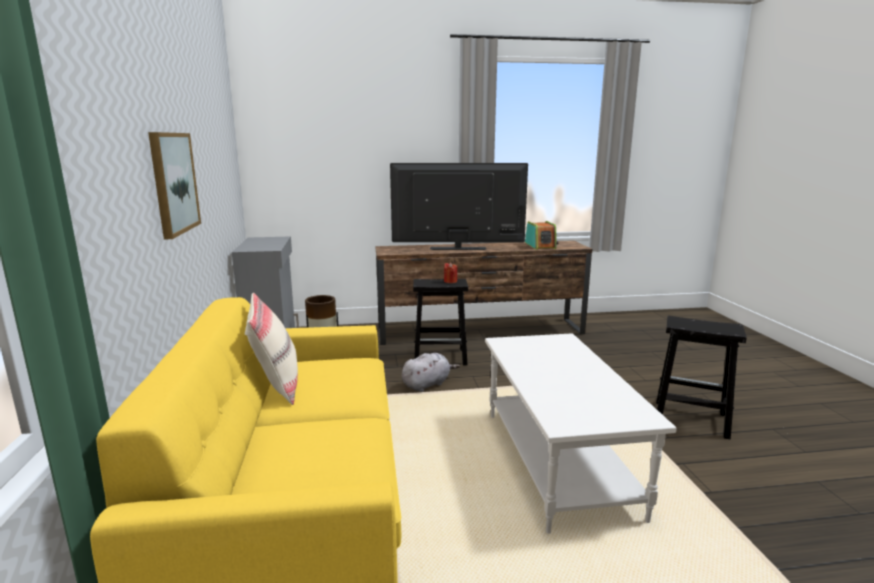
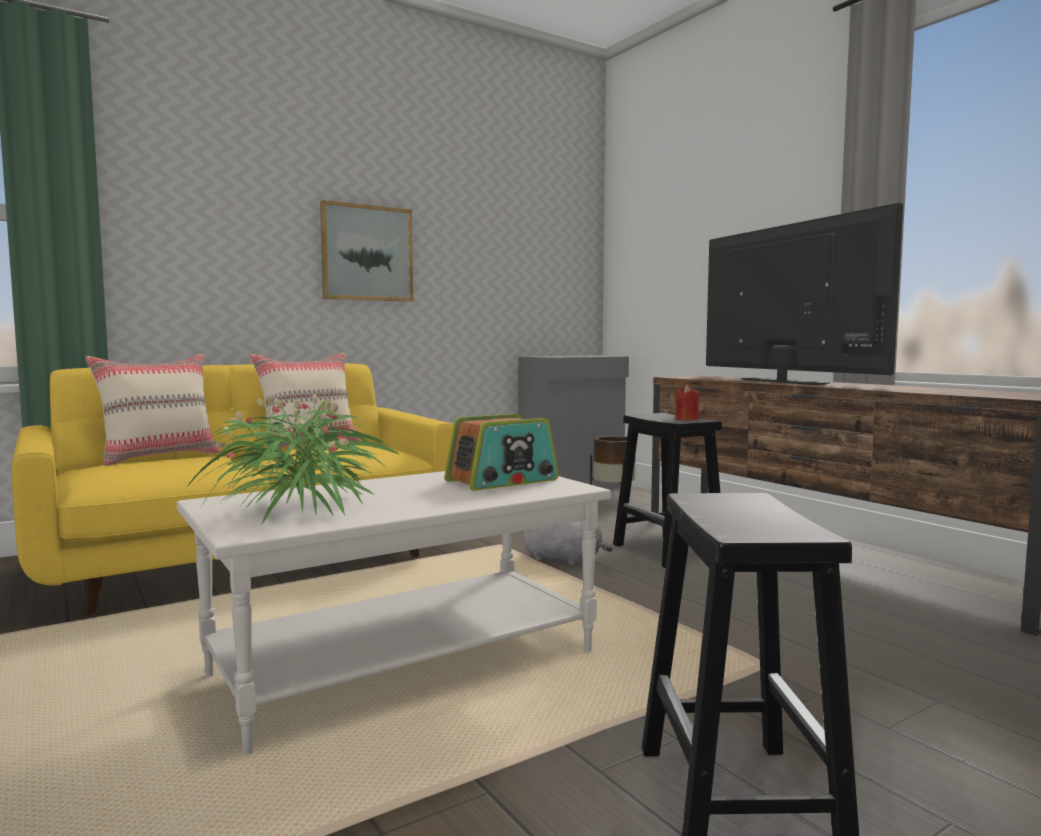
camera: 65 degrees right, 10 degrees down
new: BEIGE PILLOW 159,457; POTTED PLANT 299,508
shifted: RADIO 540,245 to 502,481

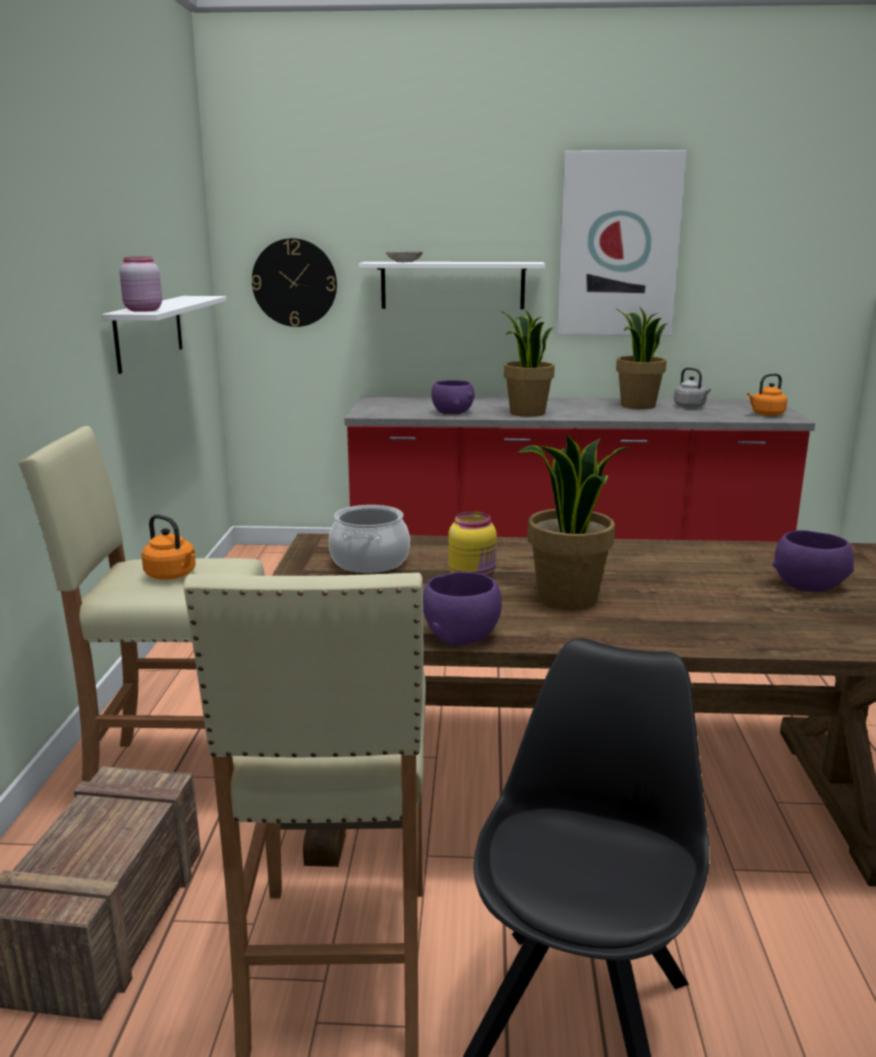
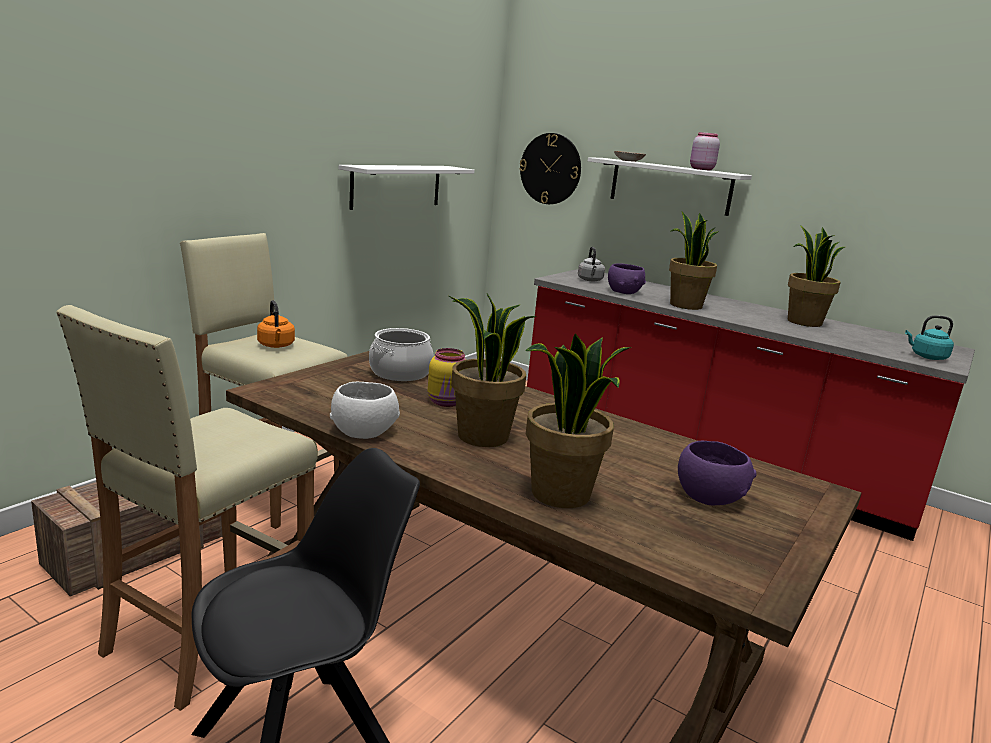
camera: 30 degrees right, 0 degrees up
gone: PICTURE 618,245
new: POTTED PLANT 561,494
shifted: GREY KETTLE 691,407 to 590,280; PINK JAR 142,310 to 700,169
repainted: PURPLE BOWL 460,634 to WHITE BOWL 363,431; ORANGE KETTLE 766,414 to TURQUOISE KETTLE 926,357

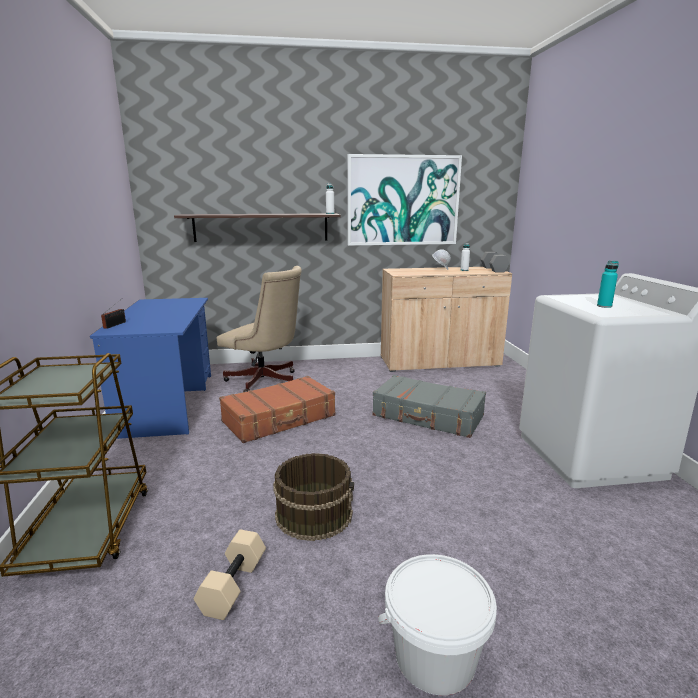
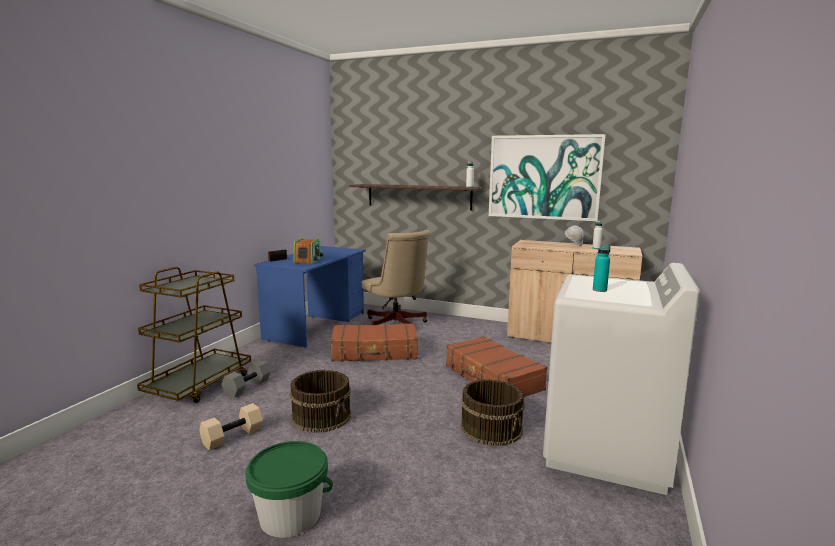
camera: 30 degrees right, 5 degrees down
new: RADIO 308,260; BROWN BUCKET 491,428
shifted: GREY DUMBBELL 493,269 to 247,386
repainted: WHITE BUCKET 434,655 to GREEN BUCKET 290,515; GREY SUITCASE 428,416 to BROWN SUITCASE 492,378

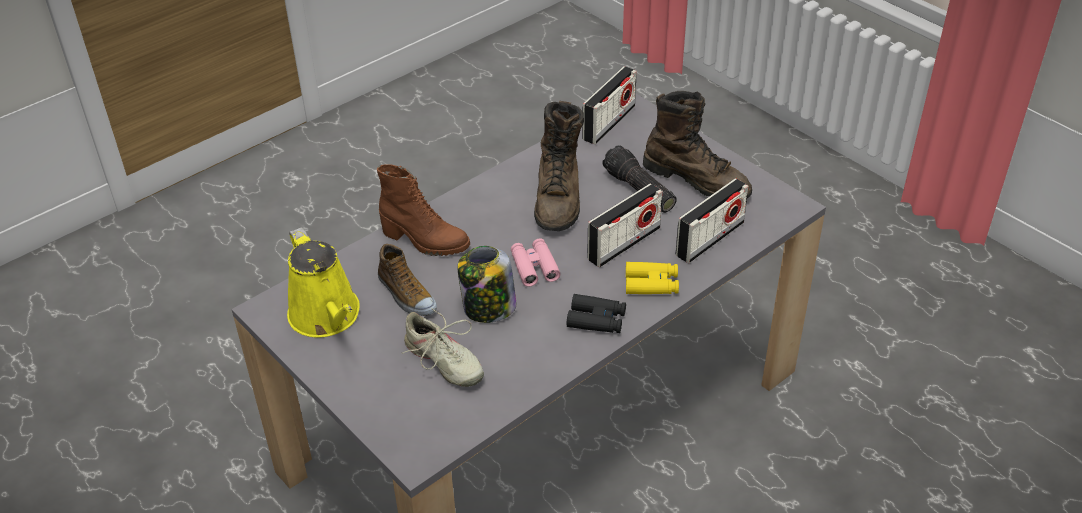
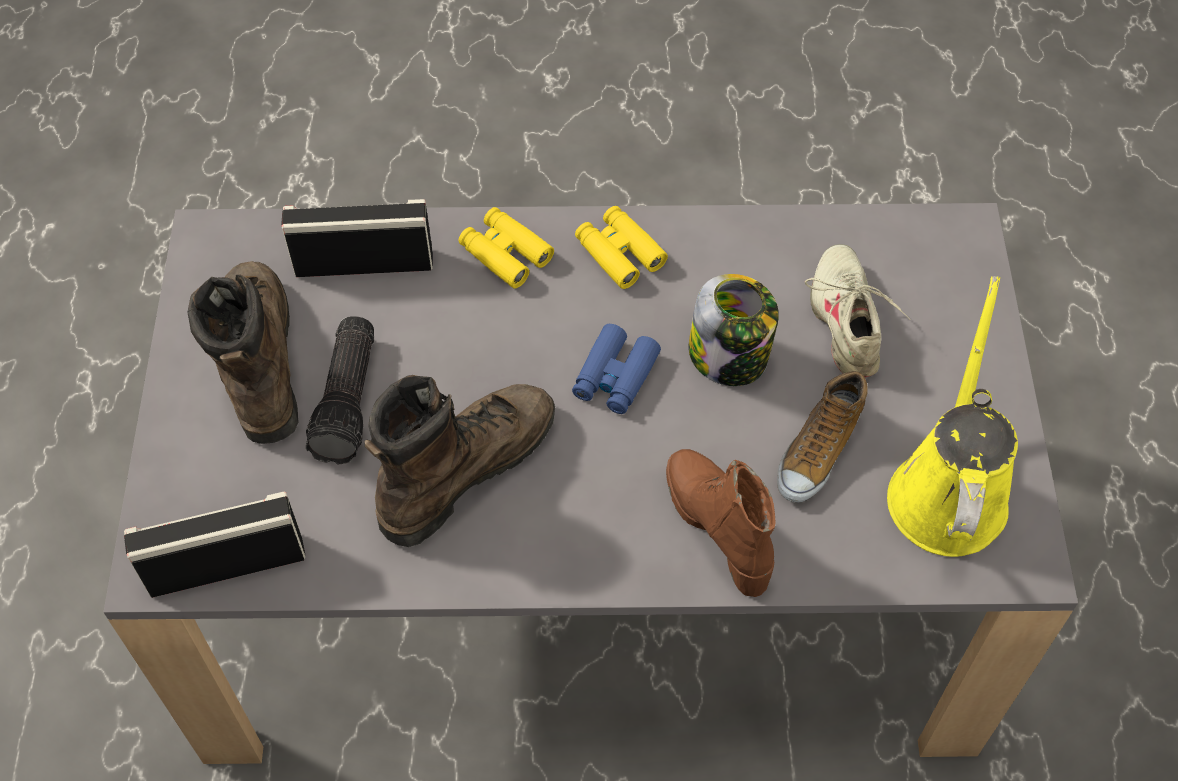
camera: 140 degrees left, 15 degrees up
gone: RADIO 624,243
repainted: PINK BINOCULARS 534,267 to BLUE BINOCULARS 615,376; BLACK BINOCULARS 596,320 to YELLOW BINOCULARS 619,253
rotated: SHOE 406,295 = 817,450 150 degrees counterclockwise

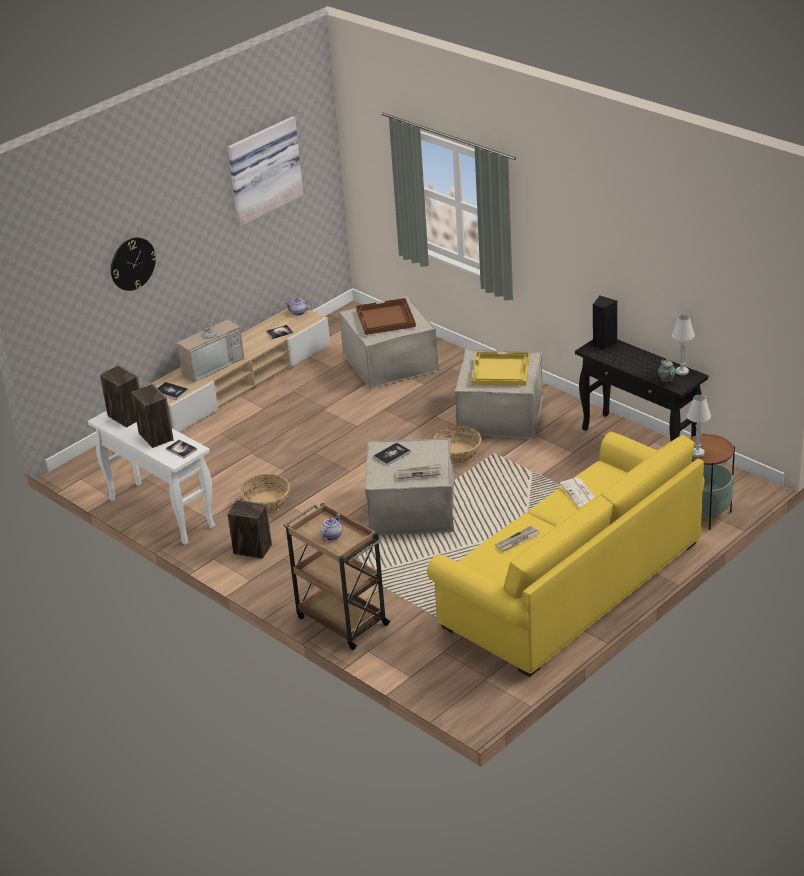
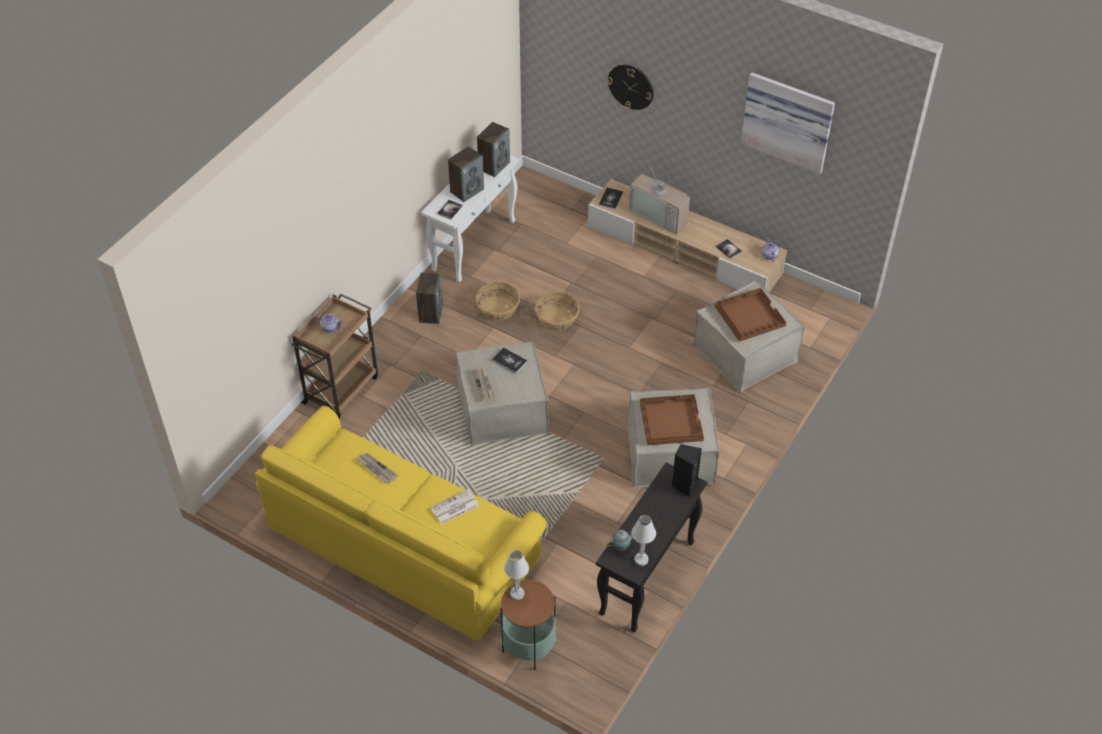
camera: 75 degrees right, 15 degrees up
shifted: BASKET 457,453 to 557,318
repainted: YELLOW TRAY 500,371 to BROWN TRAY 670,420

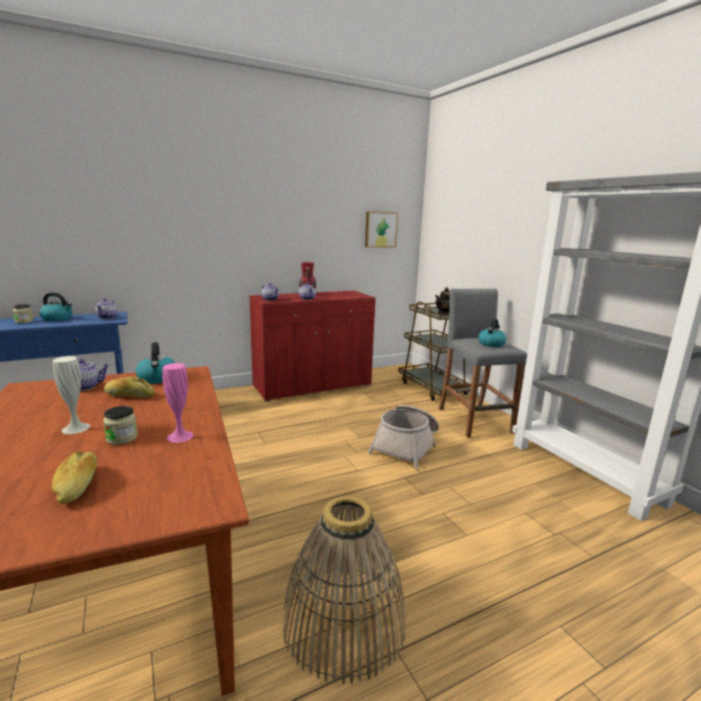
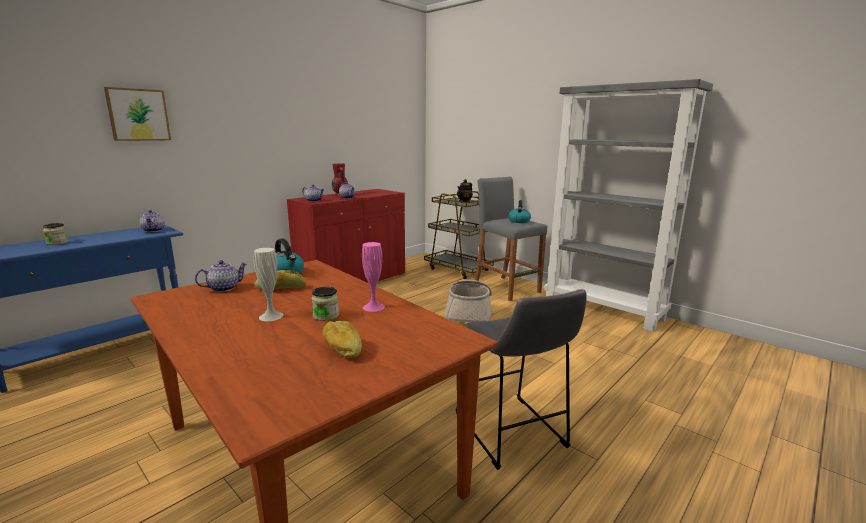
camera: 20 degrees left, 0 degrees up
gone: KETTLE 58,318
shifted: PICTURE 380,229 to 138,115
swapped: BASKET 343,621 to GREY STOOL 512,434

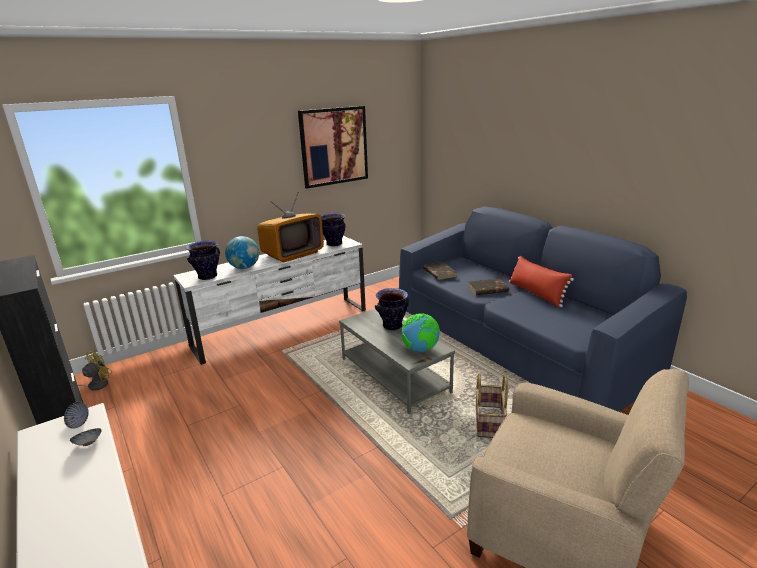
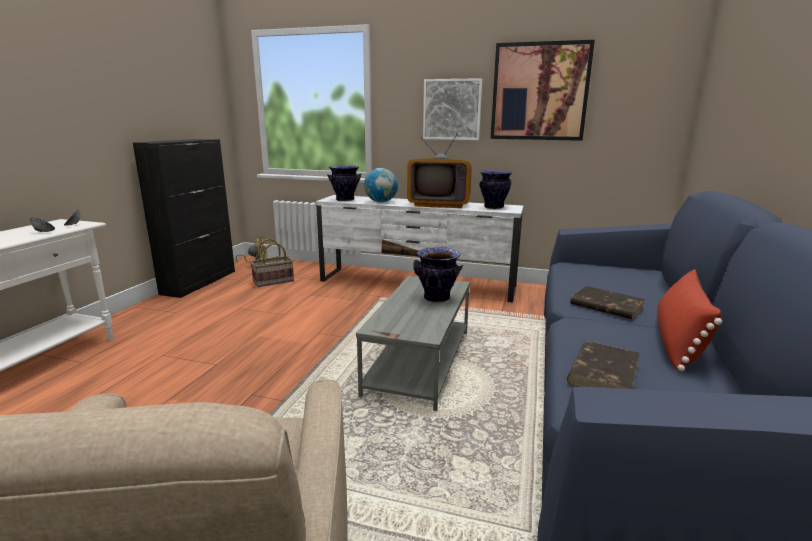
camera: 50 degrees right, 5 degrees down
gone: GLOBE 421,350
new: PICTURE 452,109
shifted: BASKET 490,422 to 273,281; BROWN BOOK 439,273 to 603,373

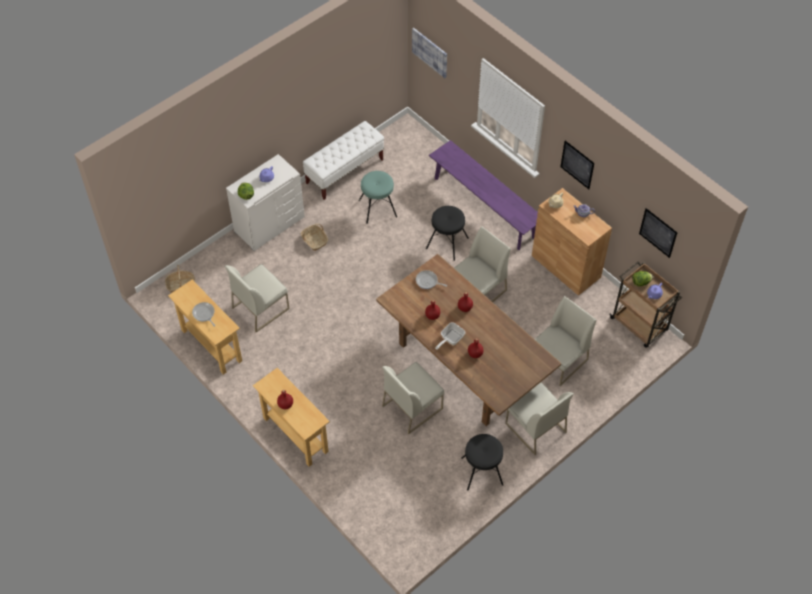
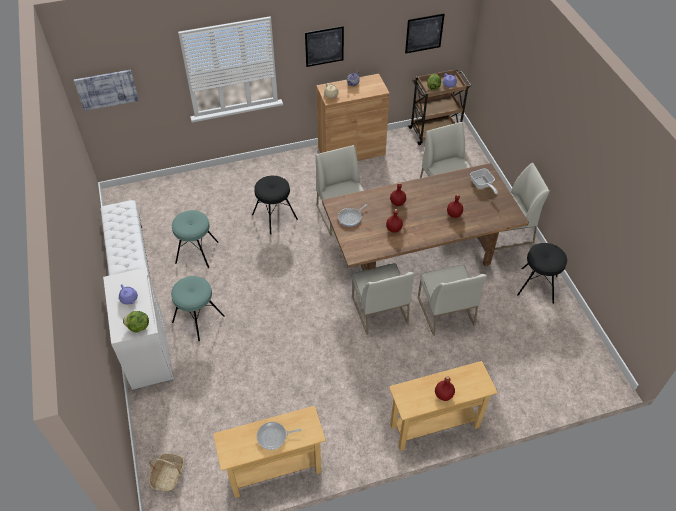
camera: 65 degrees left, 5 degrees down
gone: PURPLE BENCH 484,207
shifted: WHITE CHAIR 260,307 to 379,310; FRYING PAN 450,339 to 482,185
swapped: BASKET 314,240 to TURQUOISE STOOL 198,319

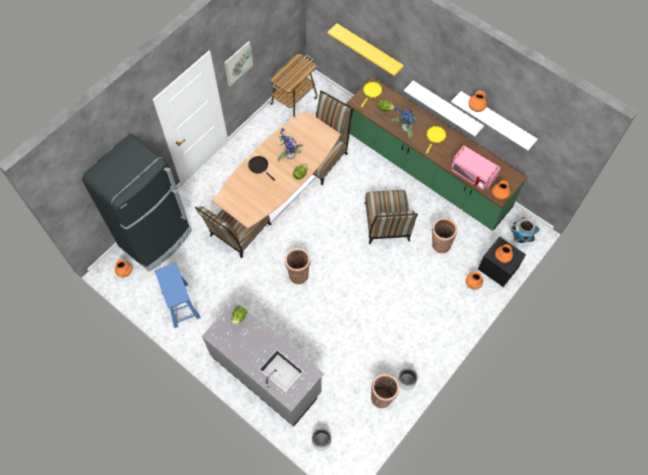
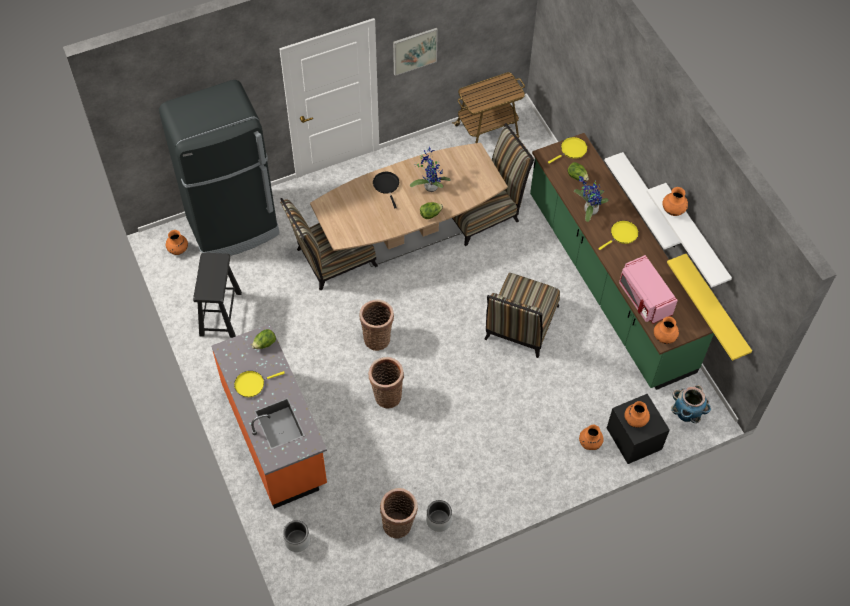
camera: 25 degrees right, 5 degrees down
new: YELLOW FRYING PAN 252,384
shifted: BASKET 440,244 to 386,395; YELLOW SHELF 369,49 to 716,307
repainted: BLUE STOOL 181,305 to BLACK STOOL 220,313; GREY COUNTER 266,374 to ORANGE COUNTER 275,435

